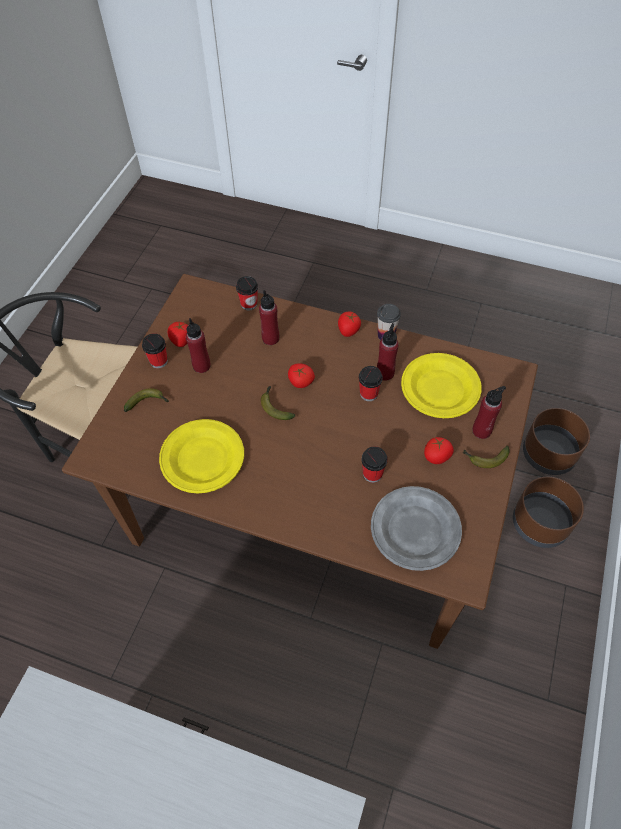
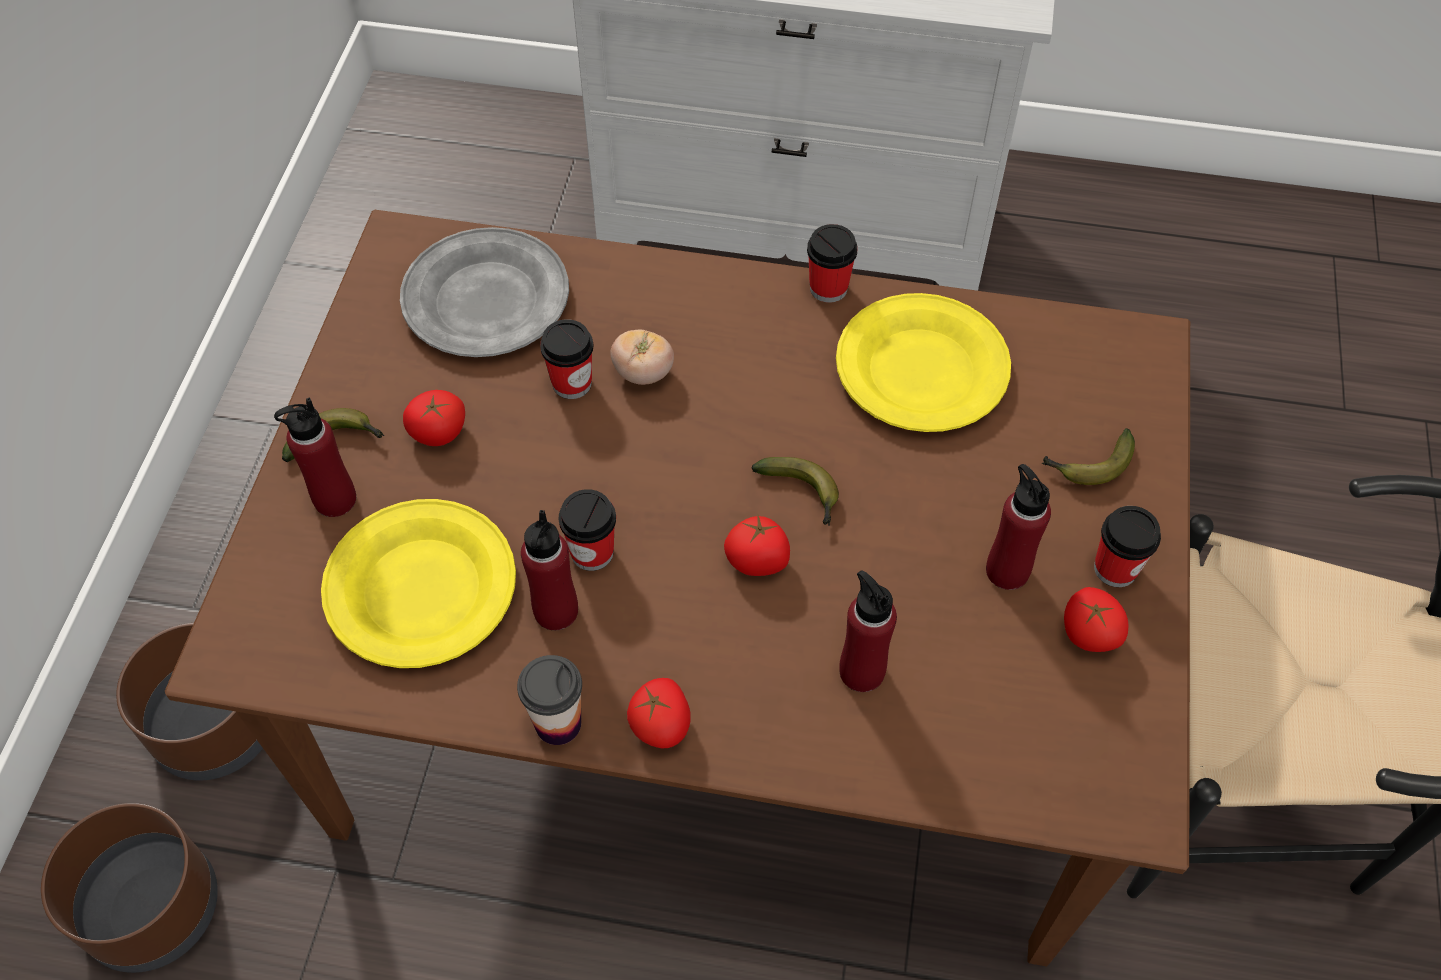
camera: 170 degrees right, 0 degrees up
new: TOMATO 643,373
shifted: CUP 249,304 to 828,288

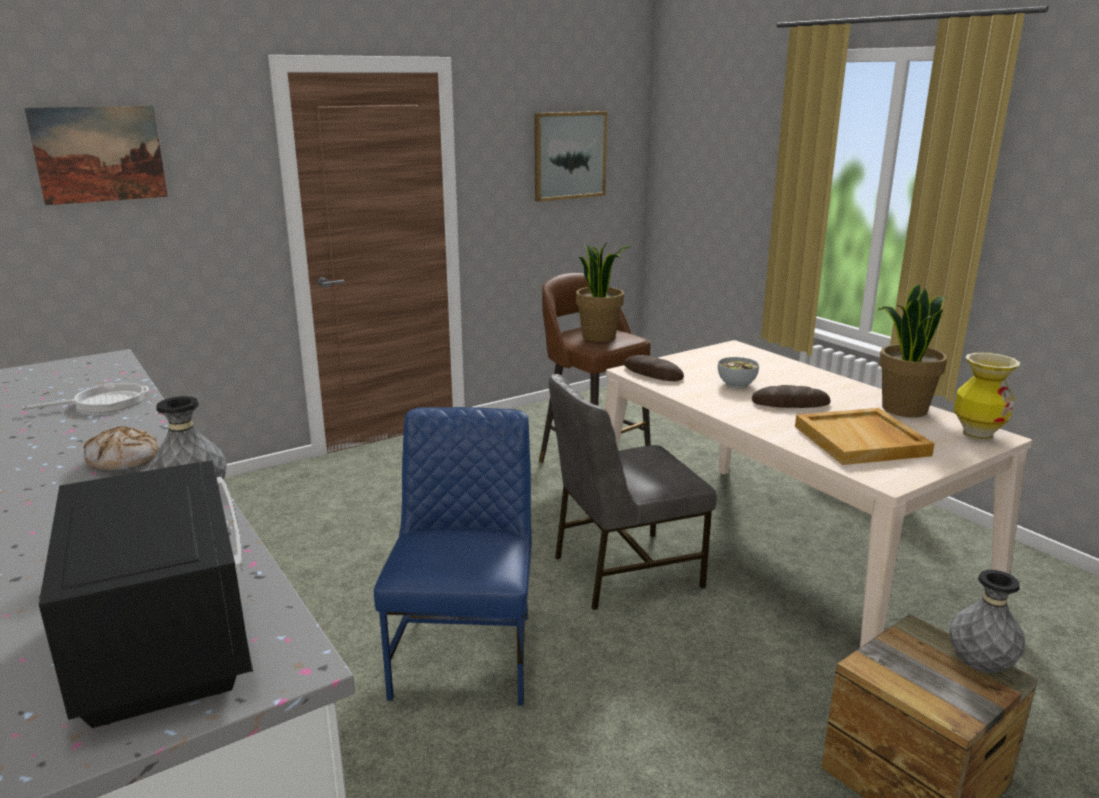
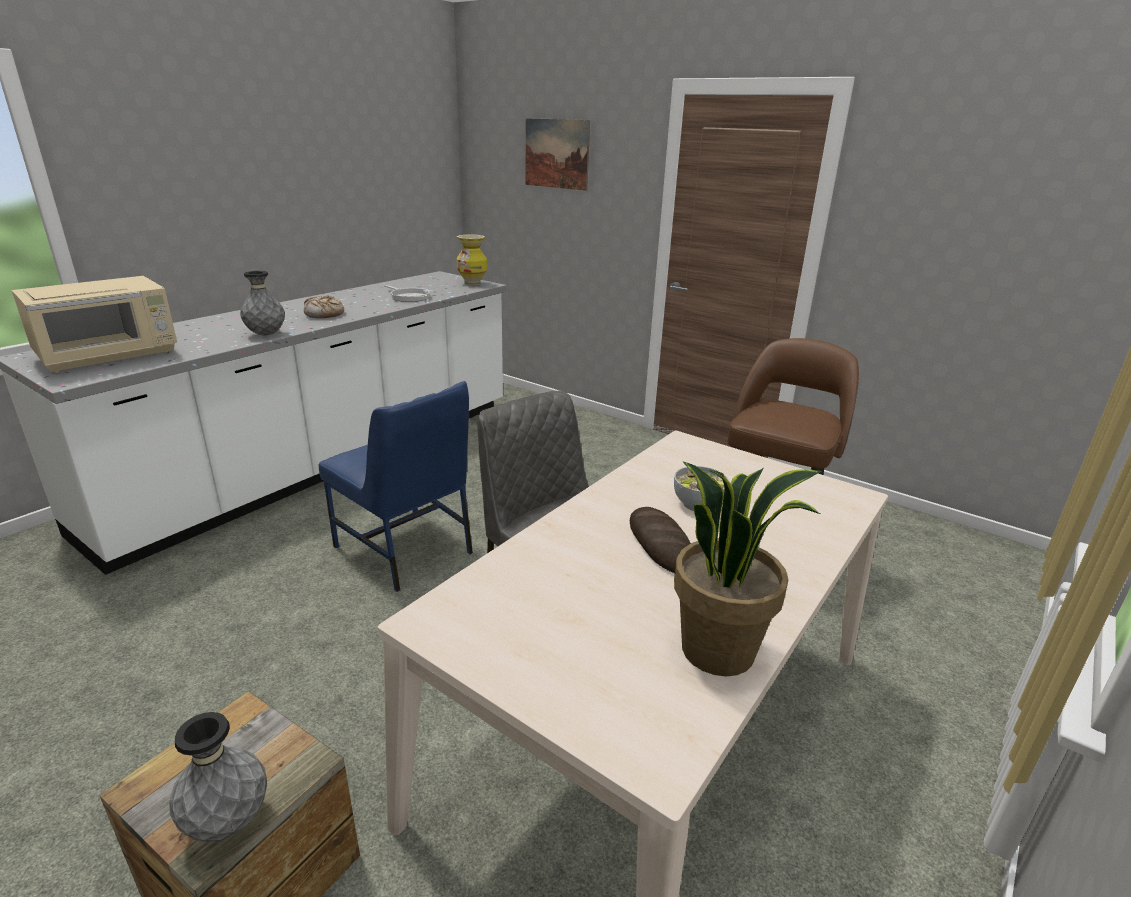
camera: 70 degrees right, 5 degrees up
gone: PICTURE 569,155; POTTED PLANT 599,337; BREAD 652,373; BEIGE TRAY 862,441
shifted: VASE 977,435 to 472,283
repainted: BLACK MICROWAVE 167,641 to BEIGE MICROWAVE 110,356
rotated: BLUE CHAIR 466,653 = 406,550 60 degrees clockwise

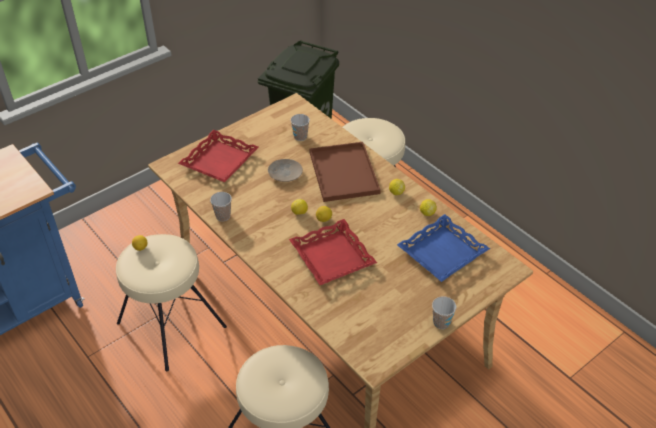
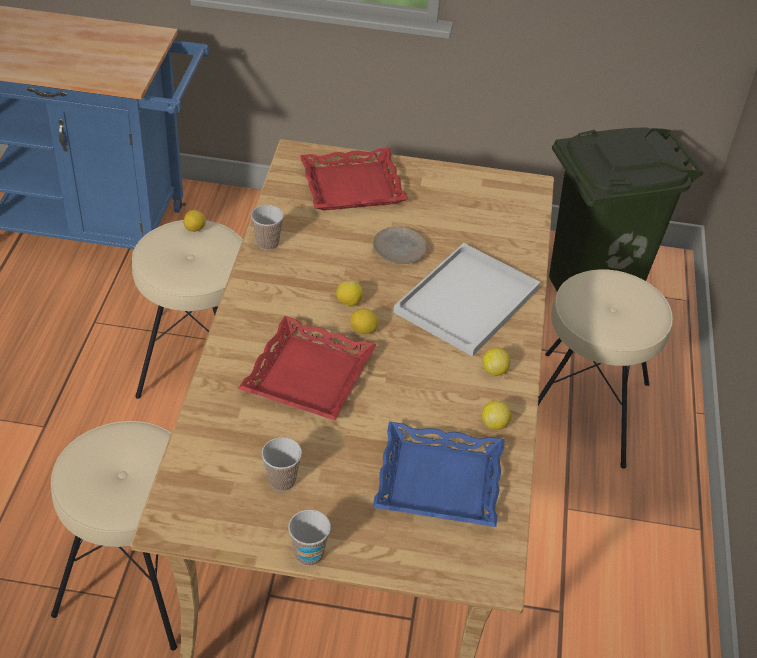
camera: 45 degrees right, 0 degrees up
shifted: CUP 300,137 to 282,481
repainted: BROWN TRAY 342,171 to WHITE TRAY 467,298

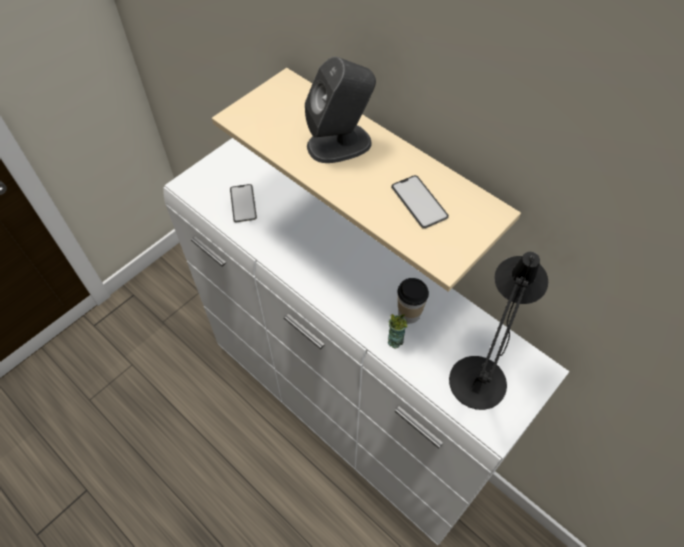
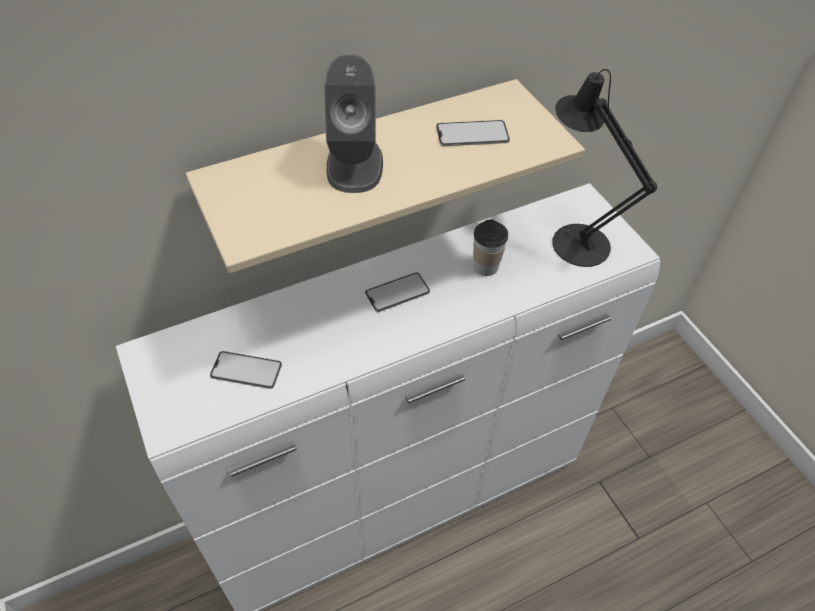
camera: 70 degrees left, 5 degrees down
gone: CUP 395,340
new: PHONE 397,292

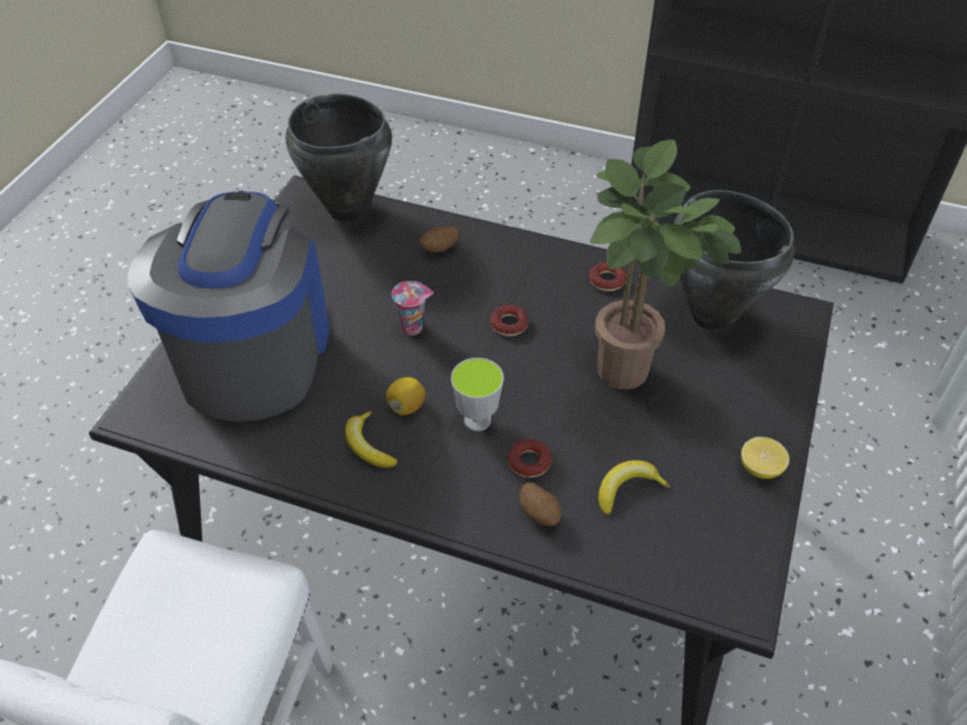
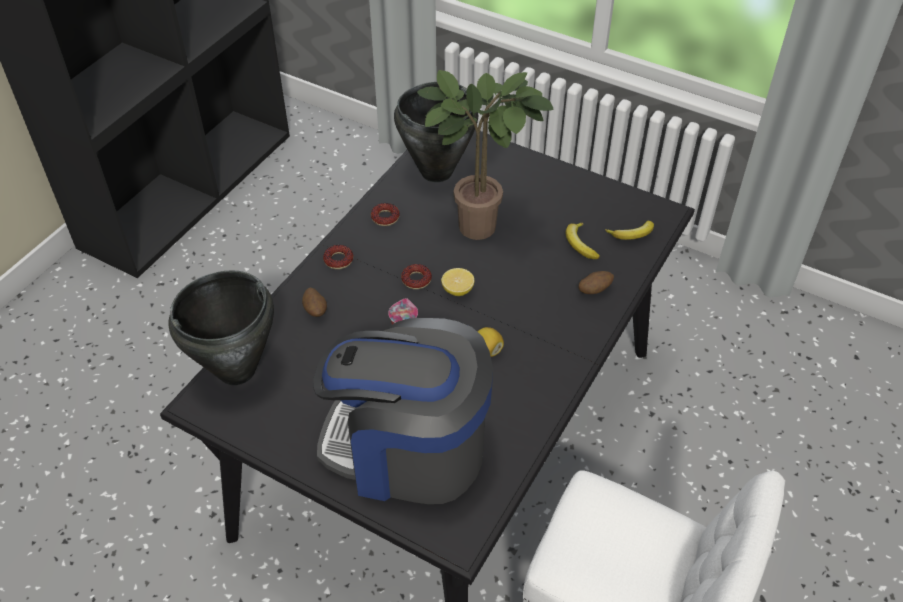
camera: 80 degrees left, 0 degrees up
gone: CUP 477,420
shifted: DONUT 529,462 to 338,260; LEMON 760,468 to 457,290; BANANA 368,446 to 632,235

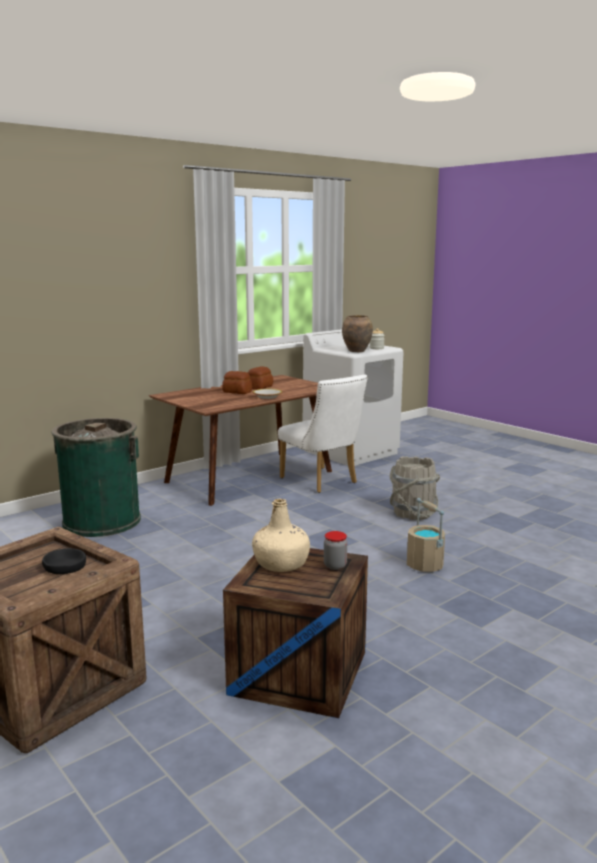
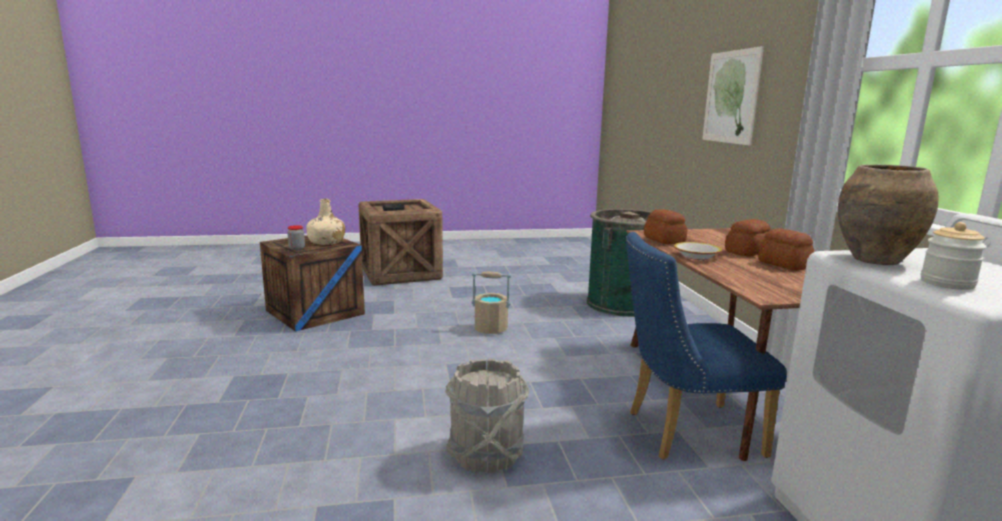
camera: 120 degrees right, 0 degrees up
new: BREAD 664,240; PICTURE 731,97
shifted: BEIGE BUCKET 425,565 to 490,329
repainted: WHITE CHAIR 322,482 to BLUE CHAIR 683,432

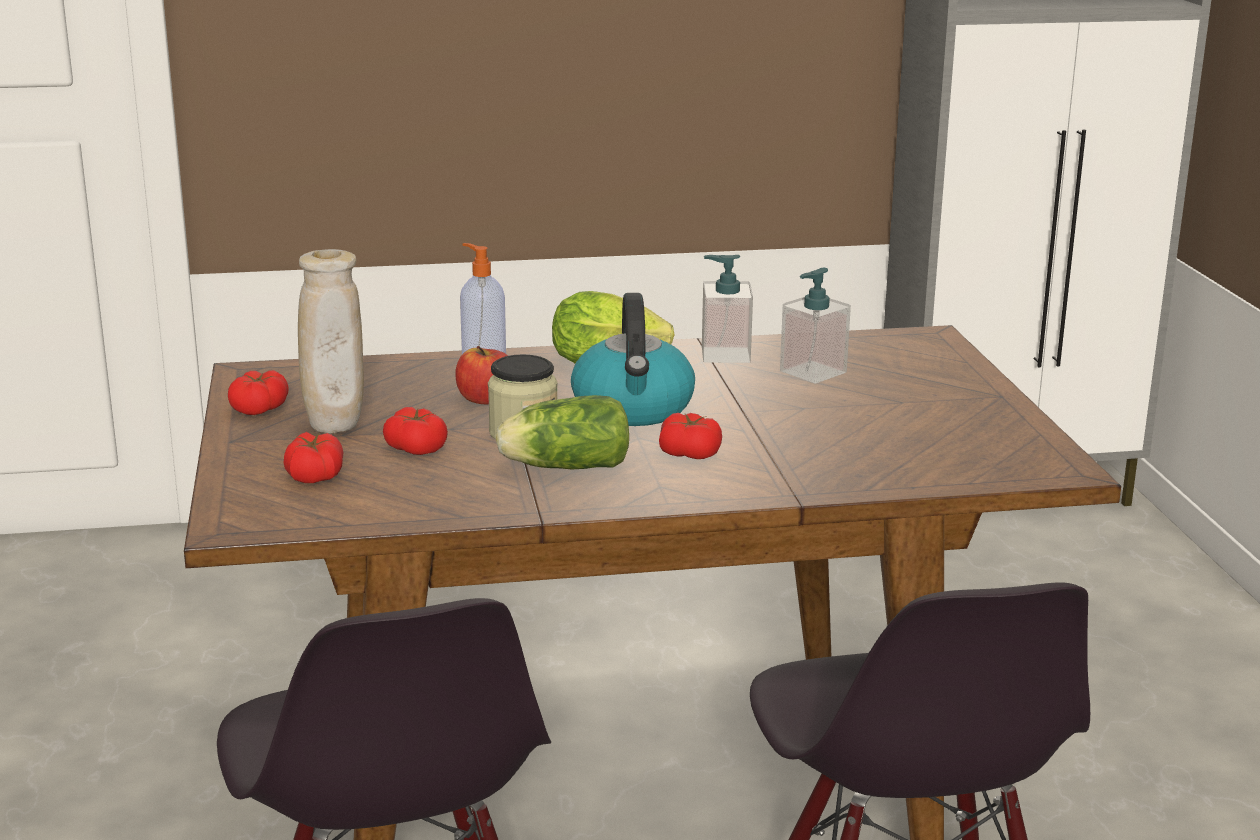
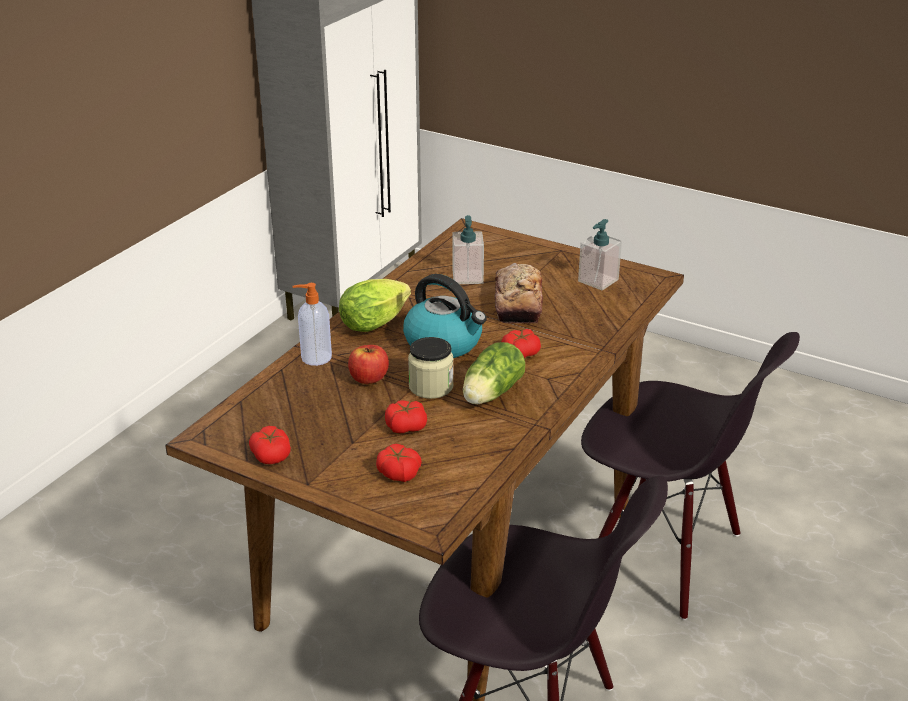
camera: 50 degrees left, 10 degrees up
gone: BEIGE VASE 335,428
new: BREAD 518,302
shifted: SOAP DISPENSER 725,355 to 598,280

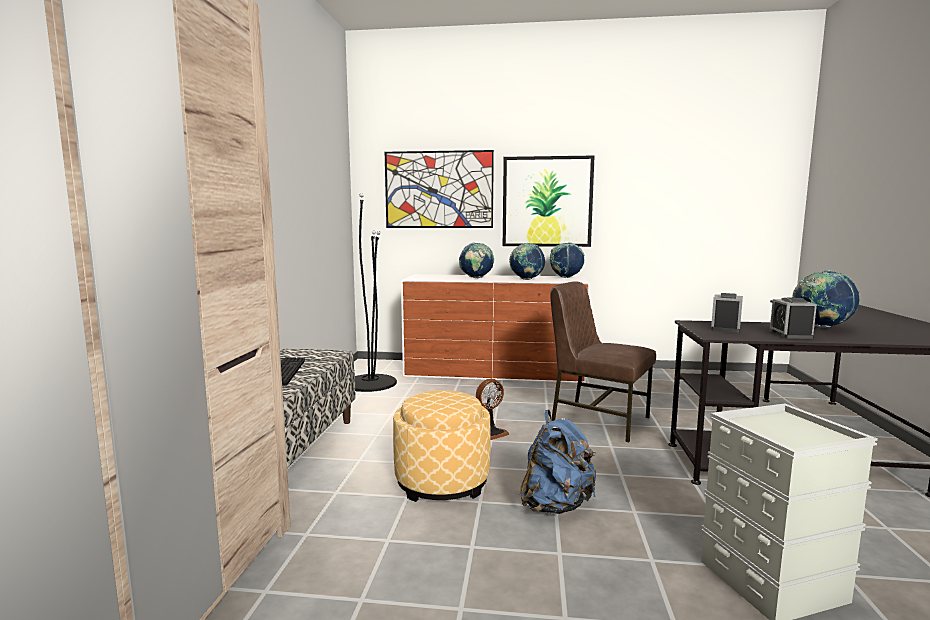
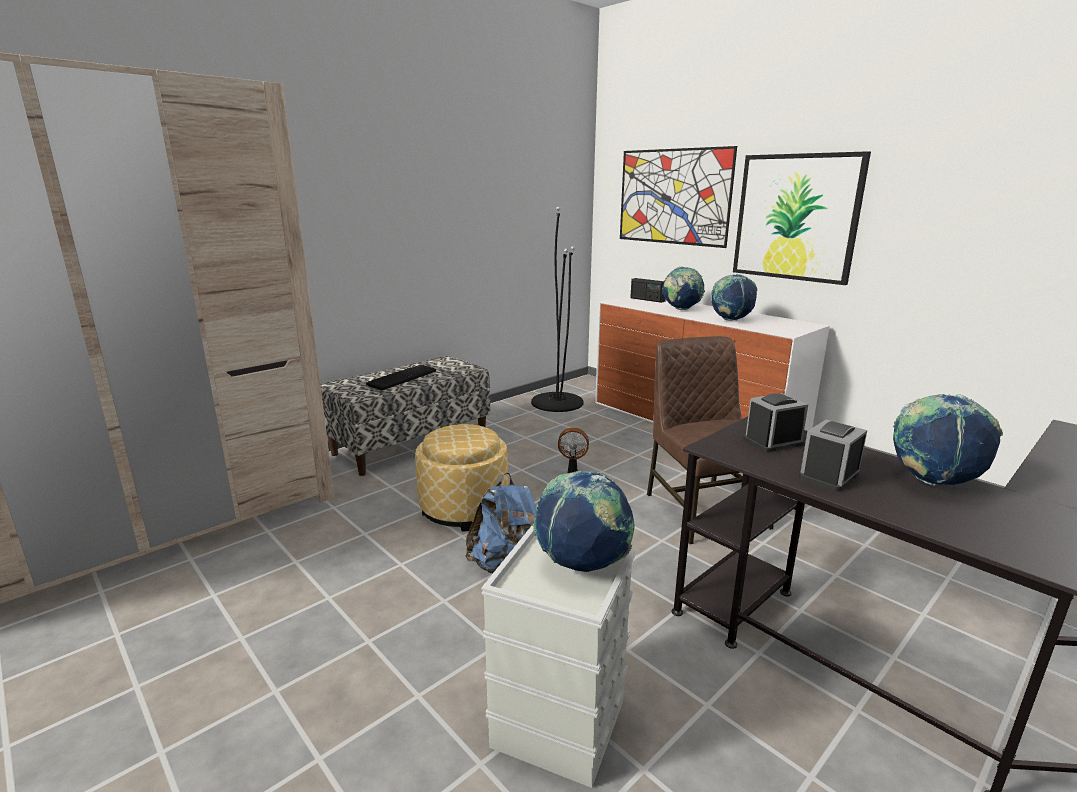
camera: 40 degrees right, 10 degrees up
new: RADIO 647,299
shifted: GLOBE 566,278 to 583,564

